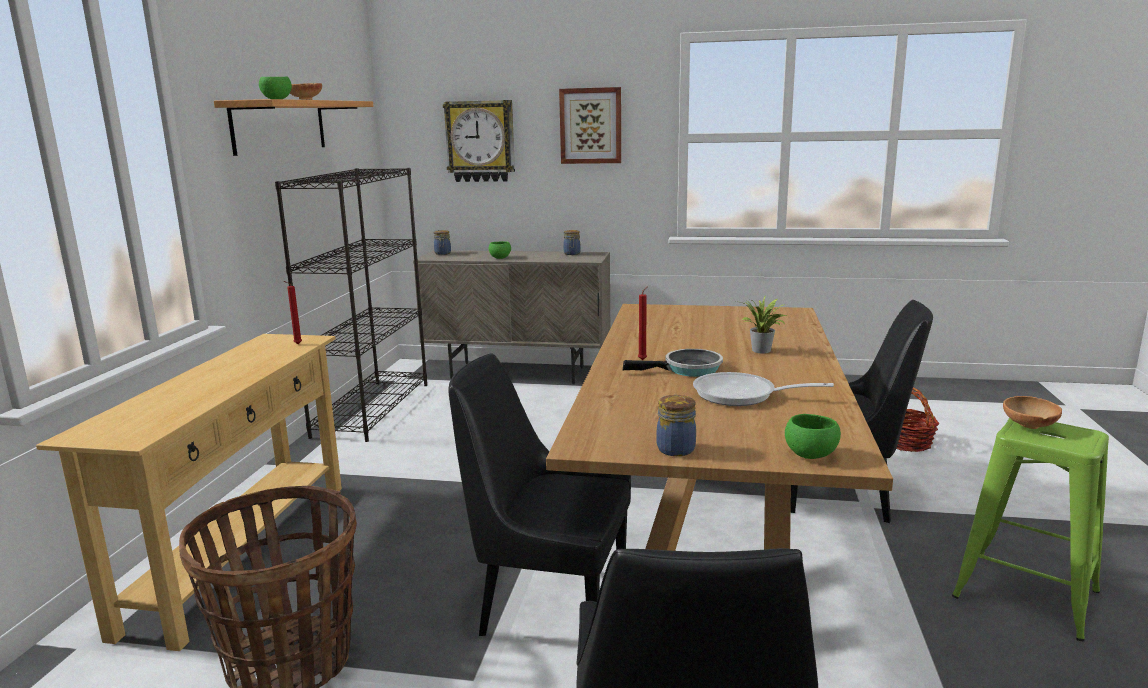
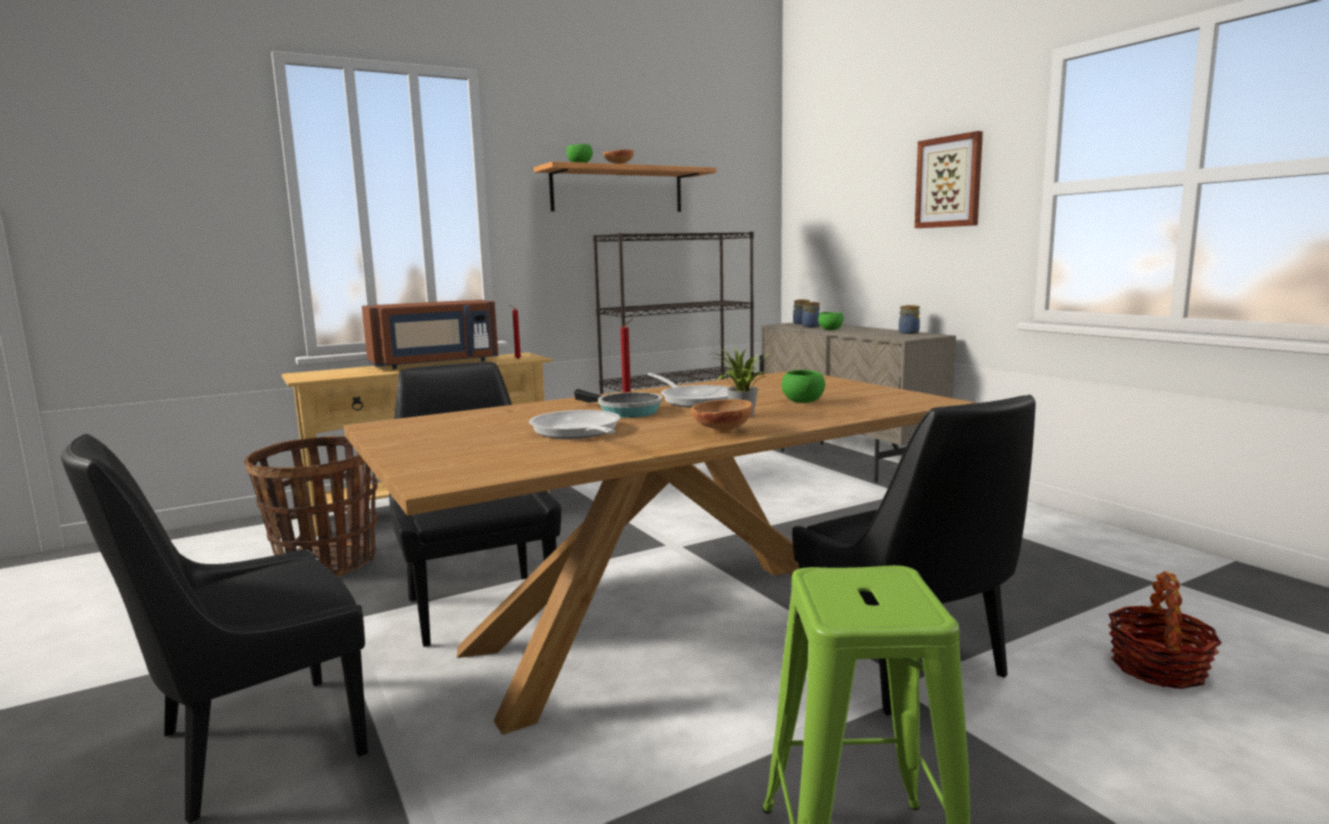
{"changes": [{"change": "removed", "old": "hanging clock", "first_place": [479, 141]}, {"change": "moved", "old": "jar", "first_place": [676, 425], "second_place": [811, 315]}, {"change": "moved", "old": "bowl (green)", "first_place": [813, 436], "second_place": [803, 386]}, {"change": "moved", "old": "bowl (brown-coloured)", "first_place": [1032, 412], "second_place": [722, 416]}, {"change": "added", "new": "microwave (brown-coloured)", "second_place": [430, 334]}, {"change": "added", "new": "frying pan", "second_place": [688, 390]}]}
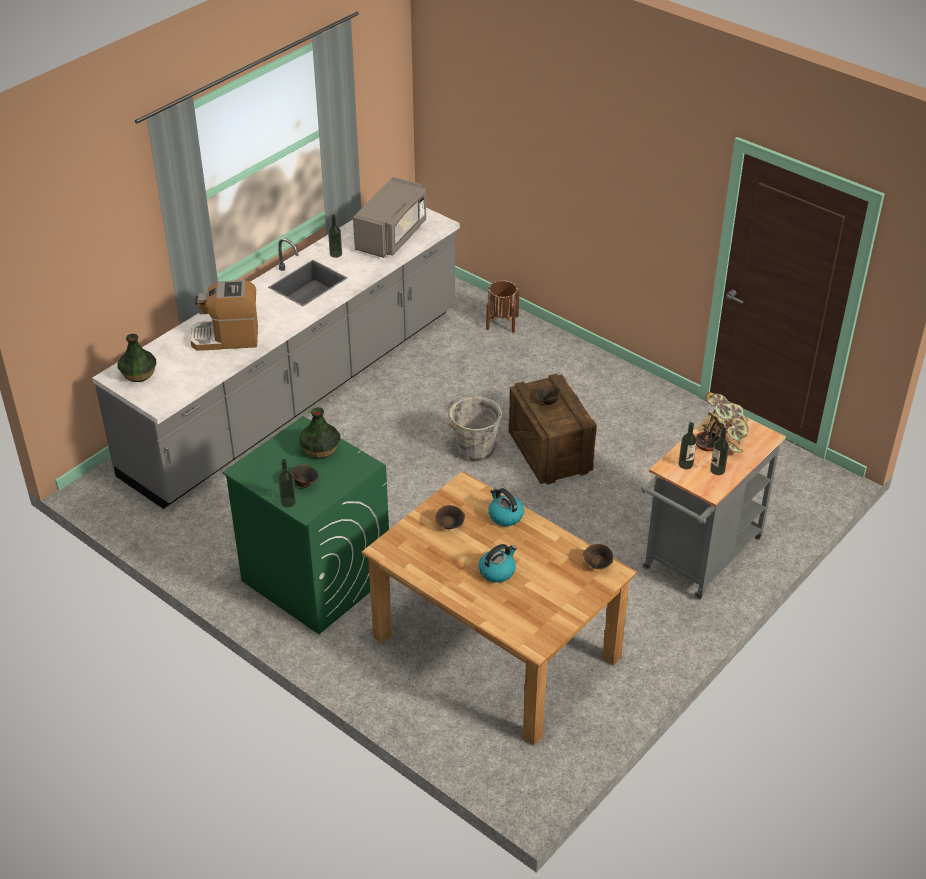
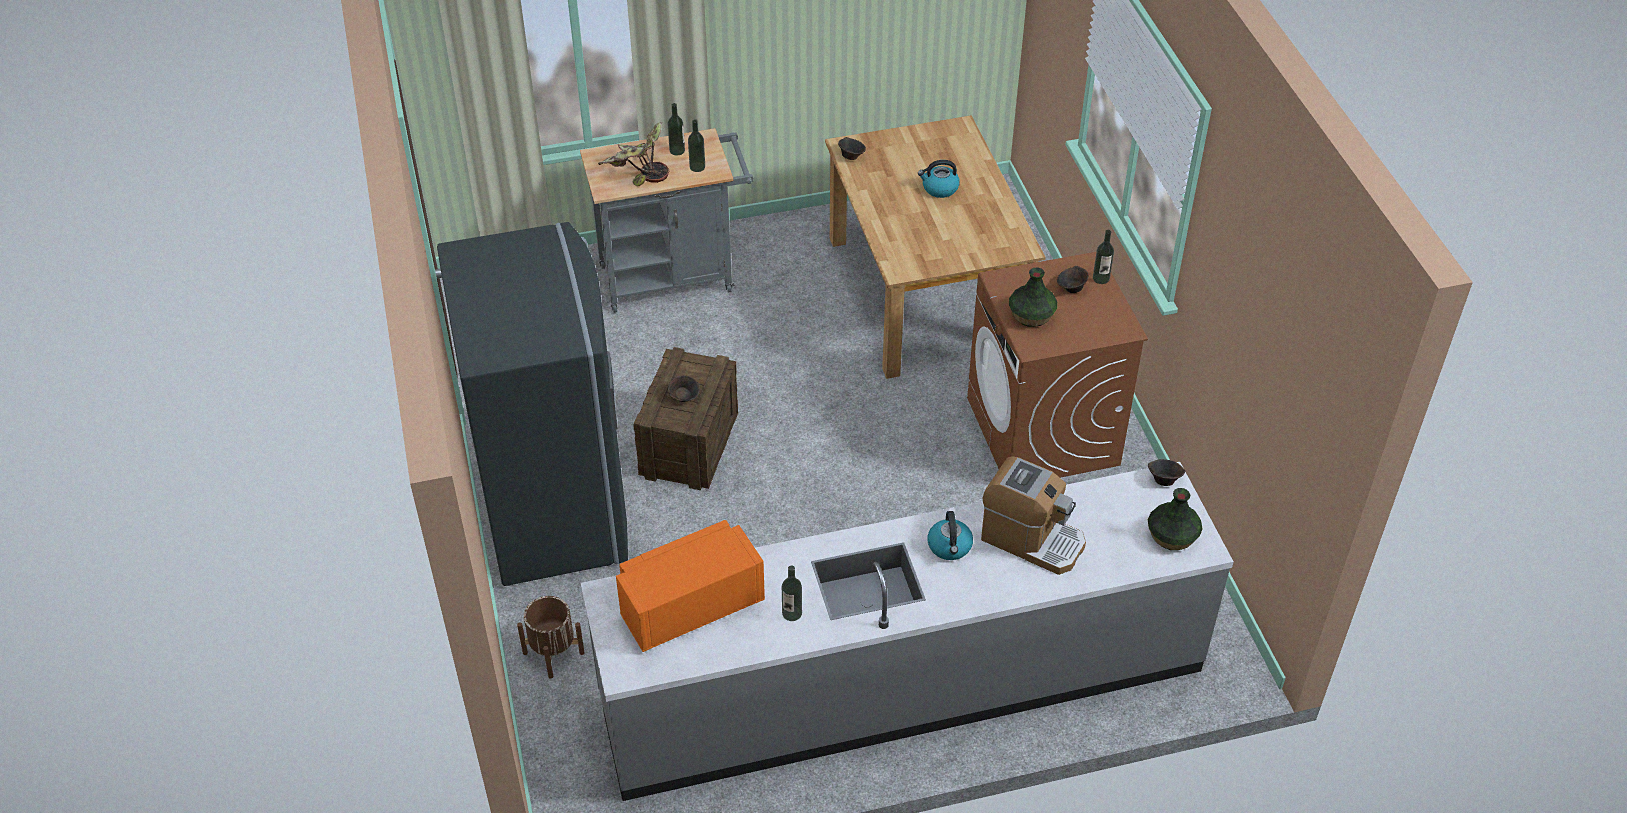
{"changes": [{"change": "recoloured", "old": "laundry machine (green)", "new": "laundry machine (brown-coloured)", "first_place": [306, 525], "second_place": [1057, 365]}, {"change": "recoloured", "old": "microwave (gray)", "new": "microwave (orangey)", "first_place": [389, 217], "second_place": [690, 586]}, {"change": "moved", "old": "bowl (brown-coloured)", "first_place": [450, 517], "second_place": [1167, 472]}, {"change": "removed", "old": "pail (gray)", "first_place": [475, 429]}, {"change": "moved", "old": "water kettle", "first_place": [506, 507], "second_place": [950, 535]}, {"change": "added", "new": "fridge (gray)", "second_place": [532, 404]}]}
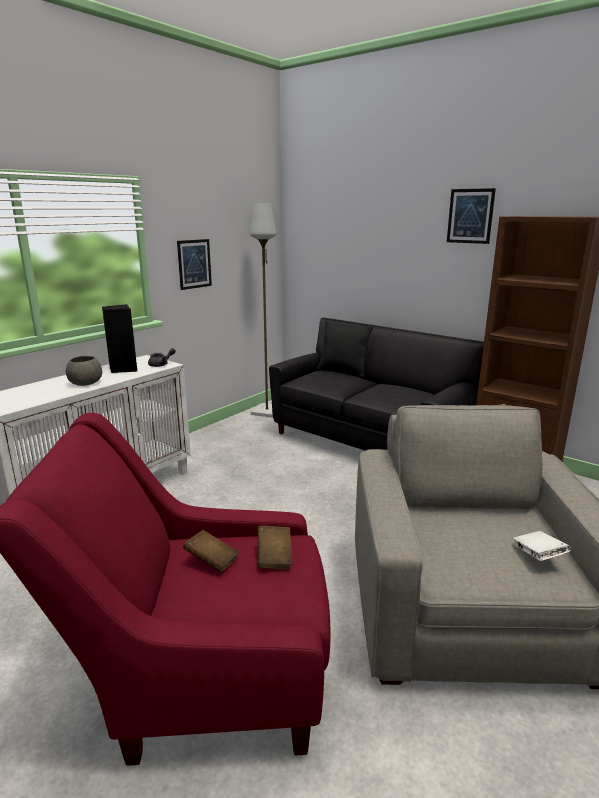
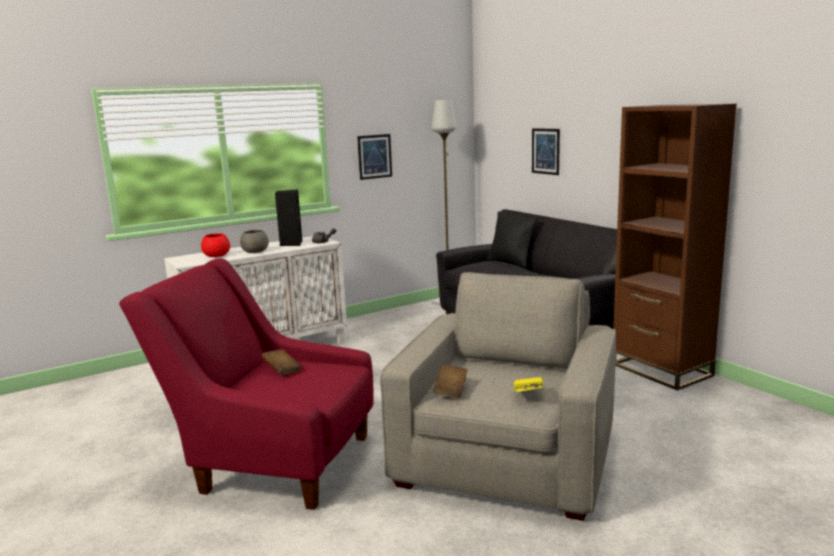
{"changes": [{"change": "moved", "old": "bound book (brown-coloured)", "first_place": [275, 547], "second_place": [450, 381]}, {"change": "moved", "old": "wall art", "first_place": [471, 216], "second_place": [546, 151]}, {"change": "recoloured", "old": "bound book (whitish)", "new": "bound book (yellow)", "first_place": [541, 546], "second_place": [528, 384]}, {"change": "added", "new": "bowl (red-coloured)", "second_place": [215, 245]}]}
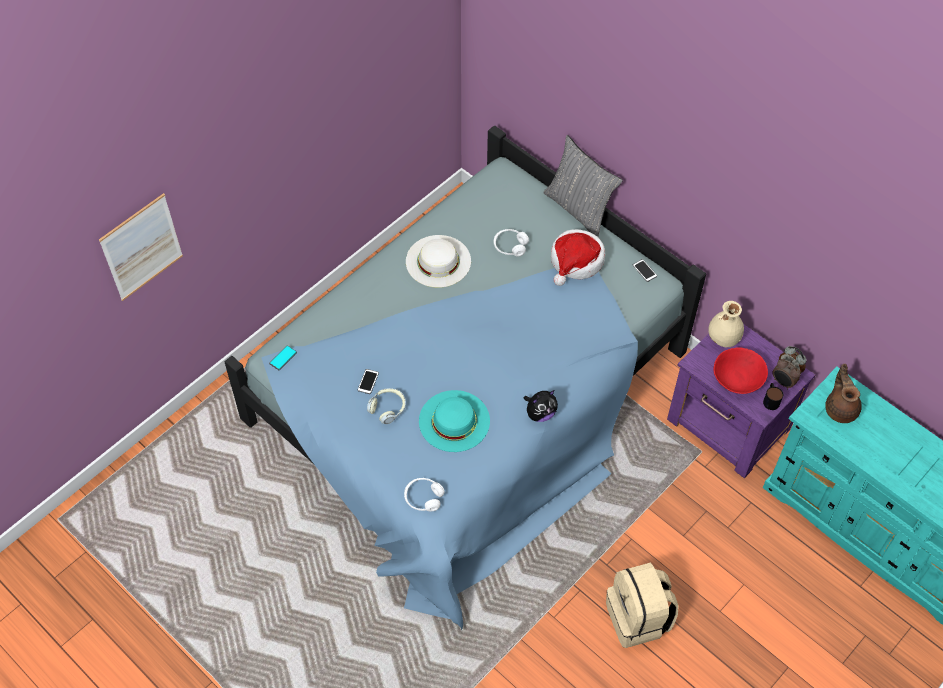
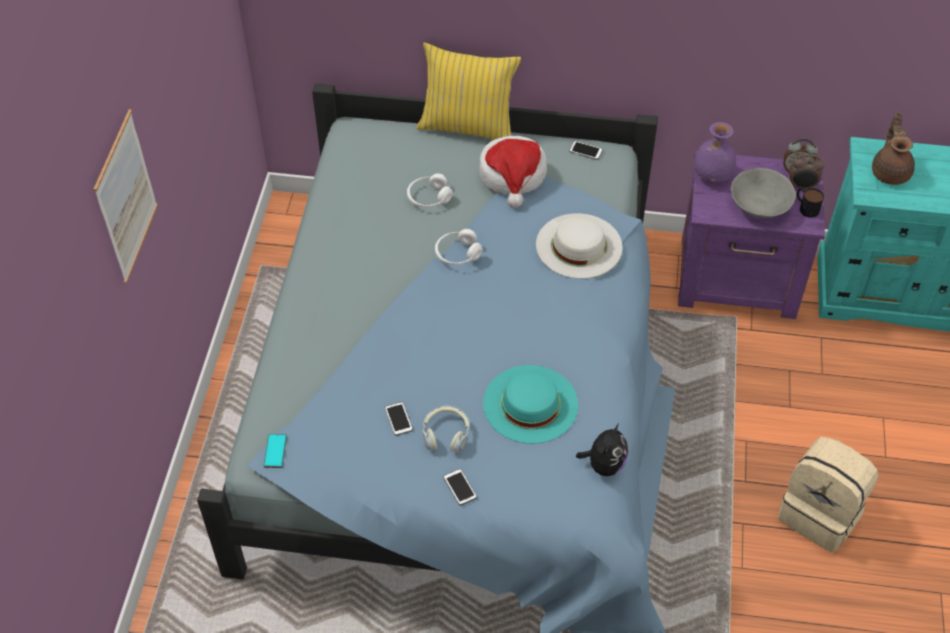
{"changes": [{"change": "moved", "old": "wall art", "first_place": [141, 247], "second_place": [126, 196]}, {"change": "moved", "old": "headset (whitish)", "first_place": [424, 495], "second_place": [459, 247]}, {"change": "moved", "old": "hat (whitish)", "first_place": [438, 261], "second_place": [579, 246]}, {"change": "moved", "old": "cuddly toy", "first_place": [540, 406], "second_place": [602, 449]}, {"change": "recoloured", "old": "pillow (gray)", "new": "pillow (yellow)", "first_place": [583, 186], "second_place": [469, 91]}, {"change": "recoloured", "old": "decorative vase (sand-coloured)", "new": "decorative vase (purple-coloured)", "first_place": [726, 324], "second_place": [715, 152]}, {"change": "recoloured", "old": "bowl (red-coloured)", "new": "bowl (gray)", "first_place": [740, 370], "second_place": [763, 193]}, {"change": "turned", "old": "teapot (brown-coloured)", "first_place": [843, 393], "second_place": [893, 148], "degrees": 45}, {"change": "added", "new": "telephone", "second_place": [460, 487]}]}
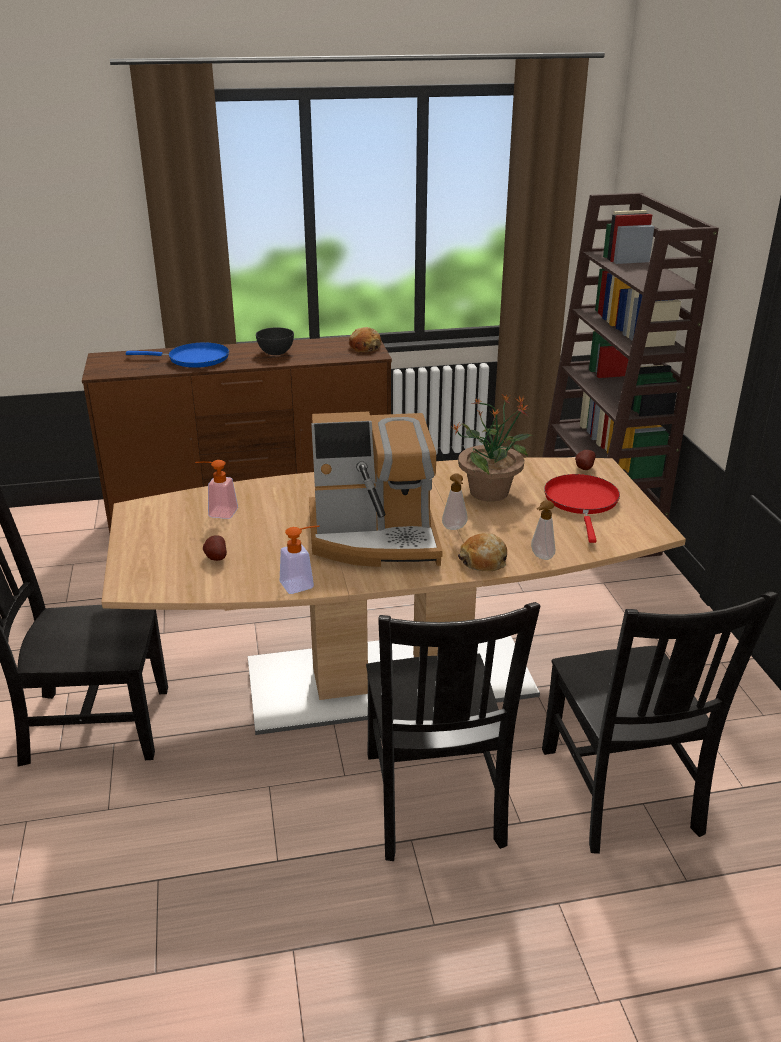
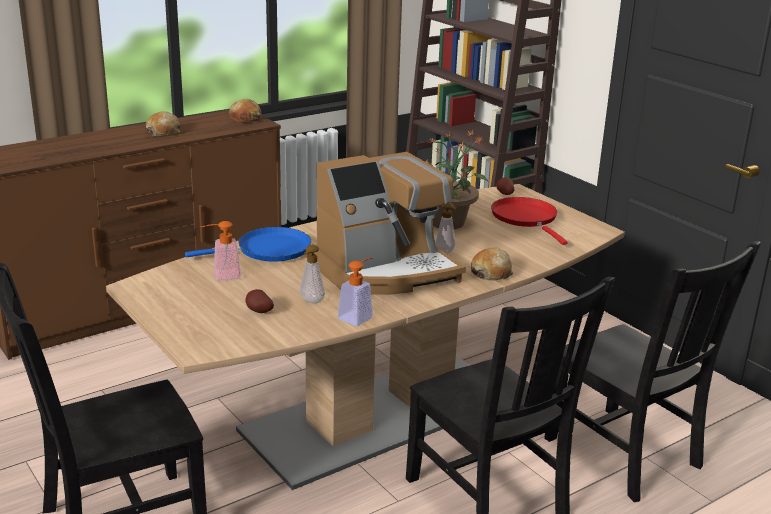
{"changes": [{"change": "moved", "old": "frying pan (blue-coloured)", "first_place": [177, 355], "second_place": [248, 244]}, {"change": "replaced", "old": "bowl (gray)", "new": "baked bread", "first_place": [275, 341], "second_place": [162, 123]}, {"change": "moved", "old": "soap bottle", "first_place": [543, 530], "second_place": [312, 274]}]}
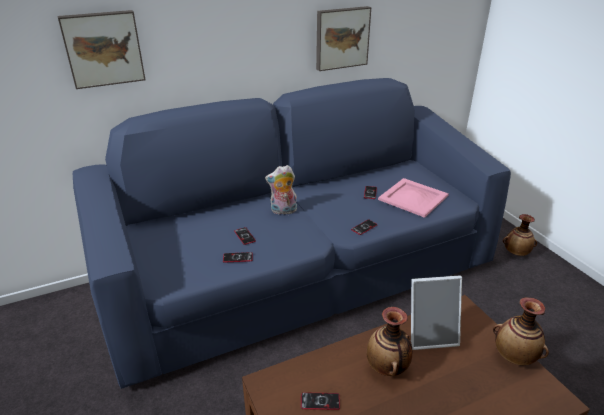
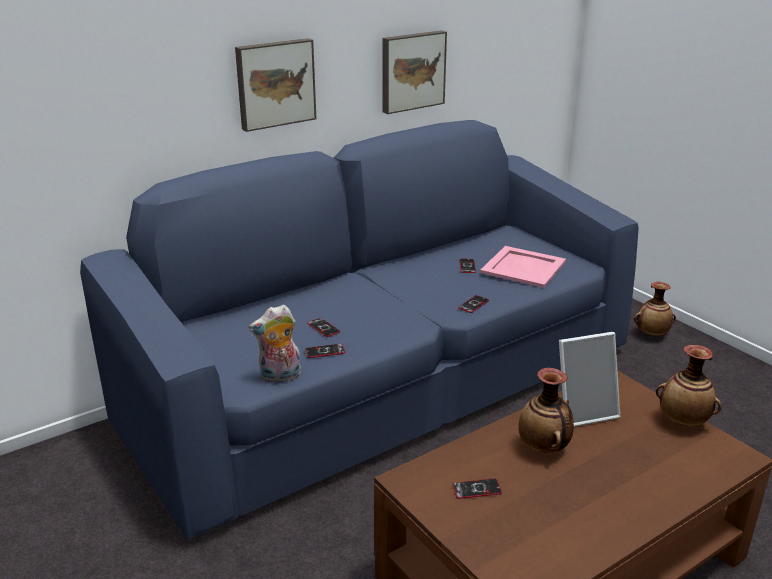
{"changes": [{"change": "moved", "old": "wall art", "first_place": [101, 49], "second_place": [275, 85]}, {"change": "moved", "old": "cuddly toy", "first_place": [281, 190], "second_place": [275, 344]}]}
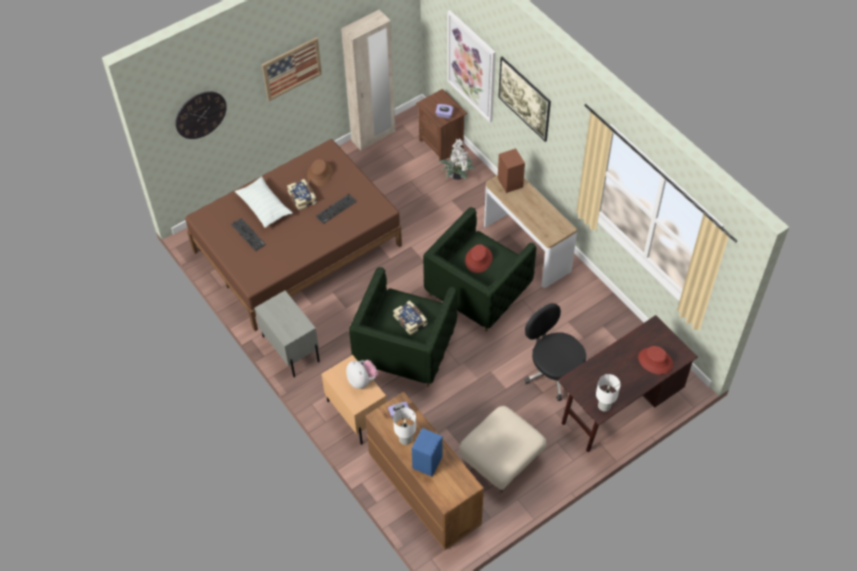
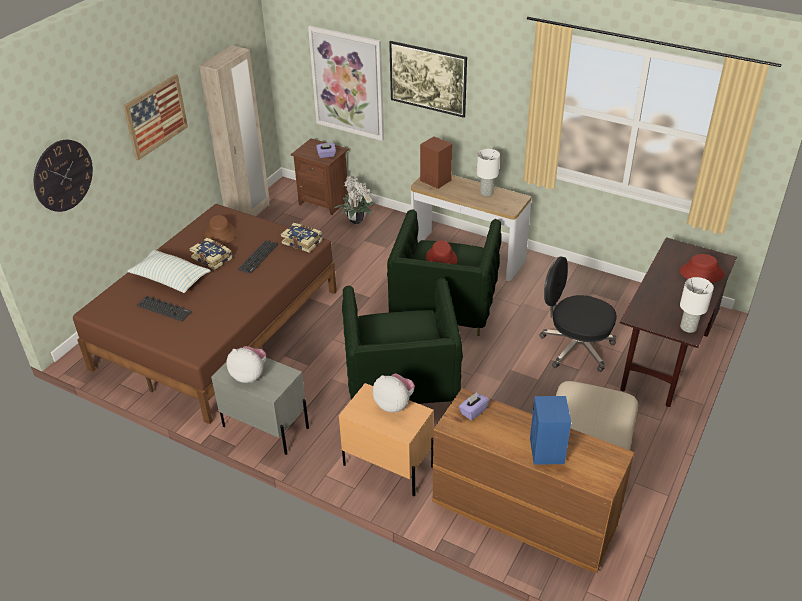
{"changes": [{"change": "moved", "old": "bound book", "first_place": [410, 318], "second_place": [301, 238]}, {"change": "moved", "old": "tabletop lamp (whitish)", "first_place": [404, 426], "second_place": [488, 172]}, {"change": "added", "new": "cuddly toy", "second_place": [246, 364]}]}
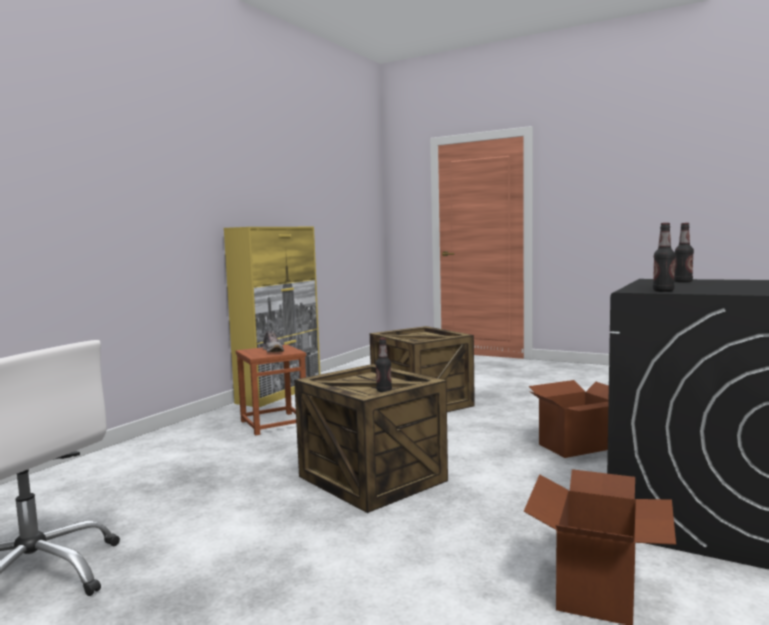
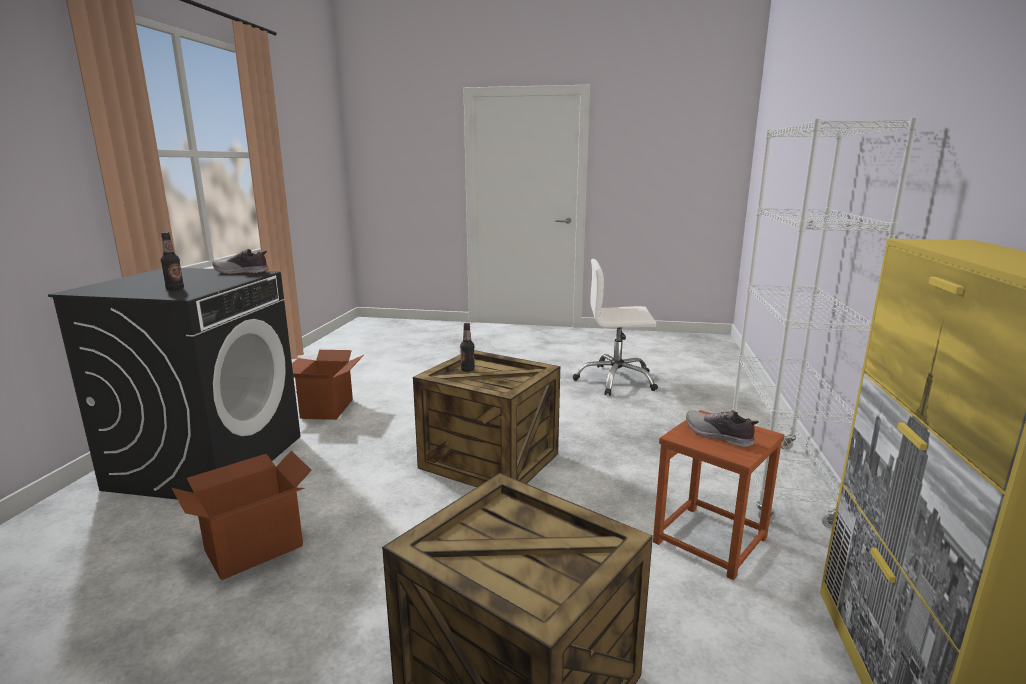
{"changes": [{"change": "replaced", "old": "bottle", "new": "shoe", "first_place": [664, 257], "second_place": [240, 261]}, {"change": "added", "new": "bookcase (whitish)", "second_place": [826, 322]}]}
